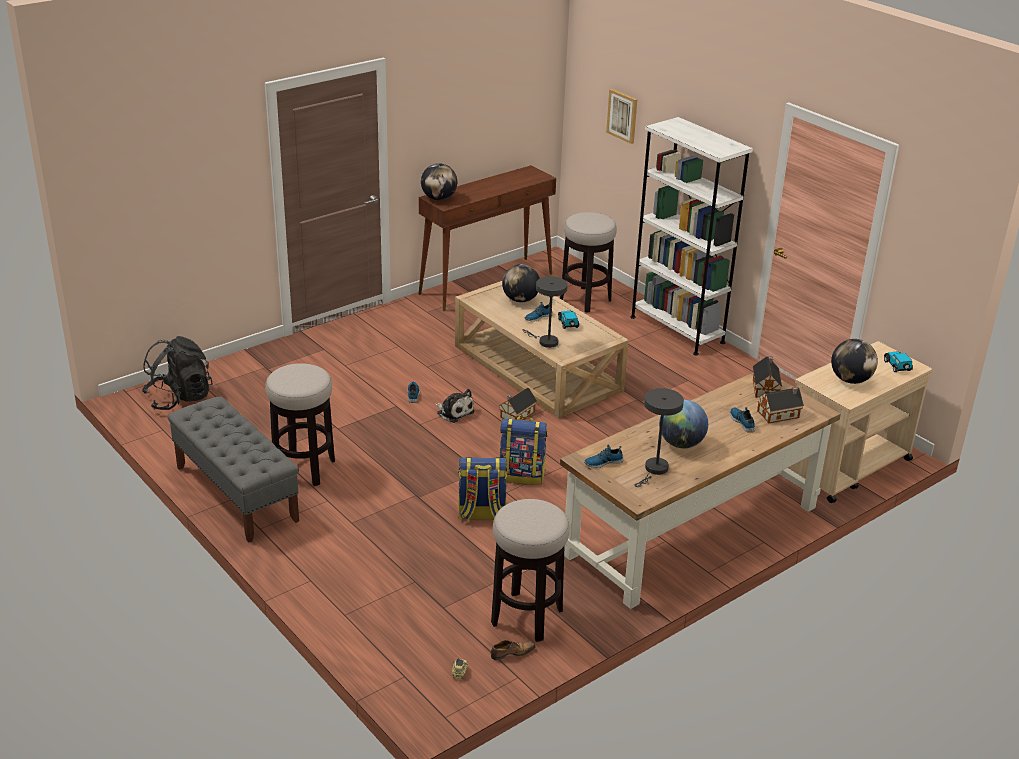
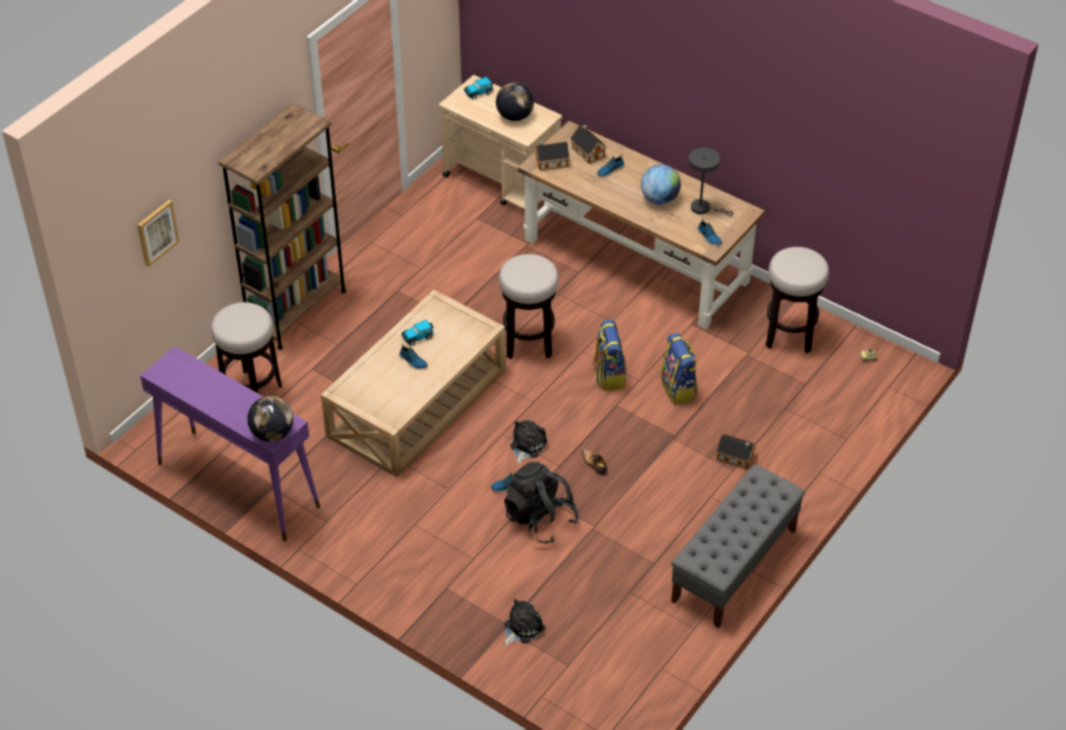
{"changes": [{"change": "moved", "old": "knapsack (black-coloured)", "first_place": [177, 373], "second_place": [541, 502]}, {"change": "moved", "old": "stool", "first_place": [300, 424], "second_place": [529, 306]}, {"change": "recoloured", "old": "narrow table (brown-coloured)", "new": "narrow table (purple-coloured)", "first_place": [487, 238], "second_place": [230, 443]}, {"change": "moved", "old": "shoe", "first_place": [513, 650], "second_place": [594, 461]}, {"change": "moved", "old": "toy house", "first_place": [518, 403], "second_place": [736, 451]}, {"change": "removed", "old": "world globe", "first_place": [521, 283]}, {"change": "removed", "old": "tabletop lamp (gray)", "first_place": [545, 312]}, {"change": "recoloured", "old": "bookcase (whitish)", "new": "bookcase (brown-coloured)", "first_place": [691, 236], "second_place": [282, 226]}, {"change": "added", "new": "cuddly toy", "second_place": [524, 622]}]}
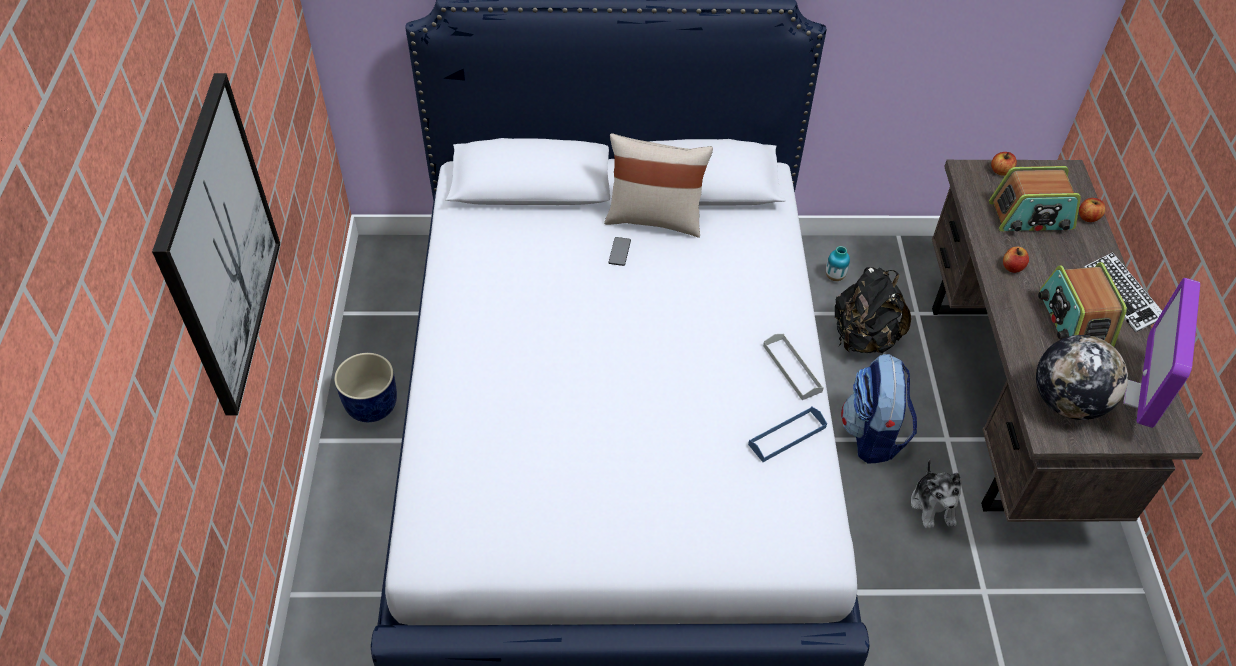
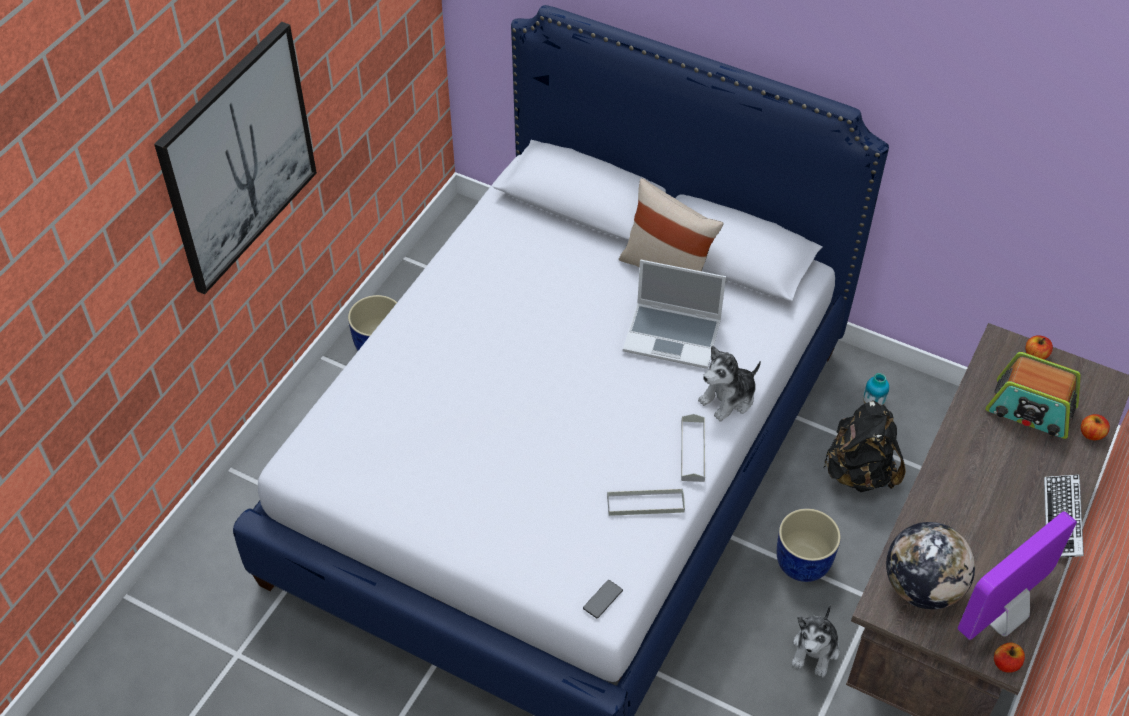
{"changes": [{"change": "moved", "old": "telephone", "first_place": [619, 251], "second_place": [603, 599]}, {"change": "recoloured", "old": "serving tray (blue-coloured)", "new": "serving tray (gray)", "first_place": [787, 434], "second_place": [646, 502]}, {"change": "replaced", "old": "knapsack", "new": "plant pot (blue-coloured)", "first_place": [879, 409], "second_place": [809, 545]}, {"change": "moved", "old": "whole apple", "first_place": [1016, 260], "second_place": [1009, 657]}, {"change": "removed", "old": "radio set", "first_place": [1082, 304]}, {"change": "added", "new": "portable computer", "second_place": [674, 314]}, {"change": "added", "new": "cuddly toy", "second_place": [729, 383]}]}
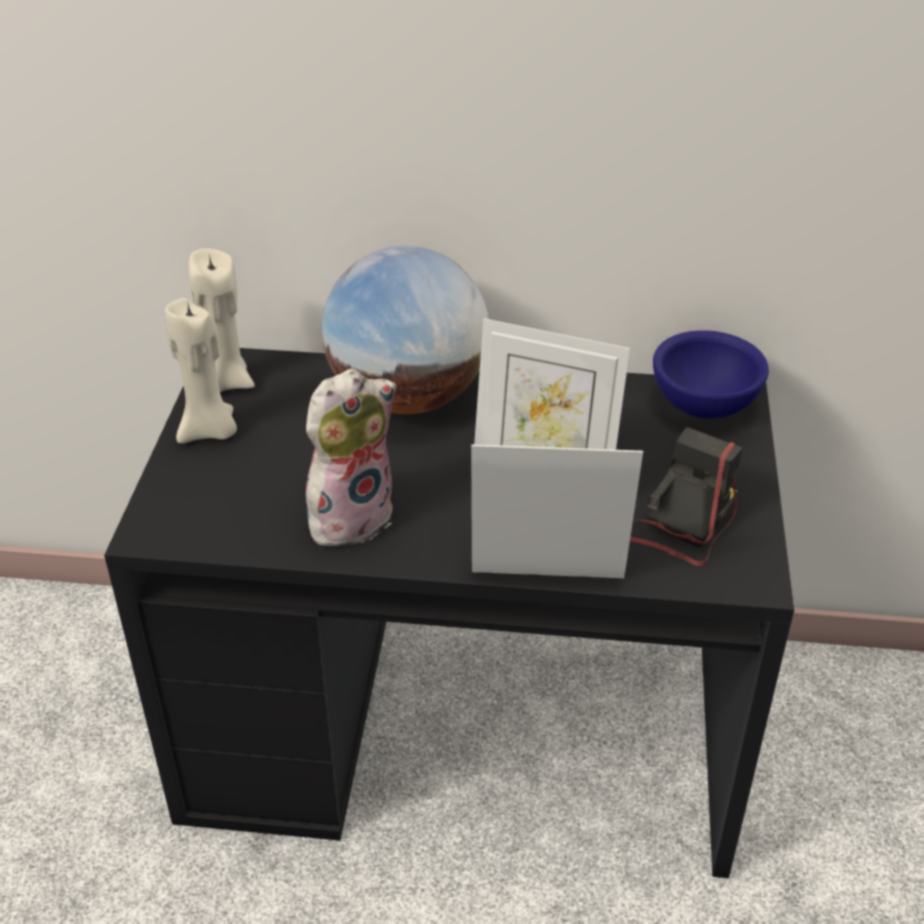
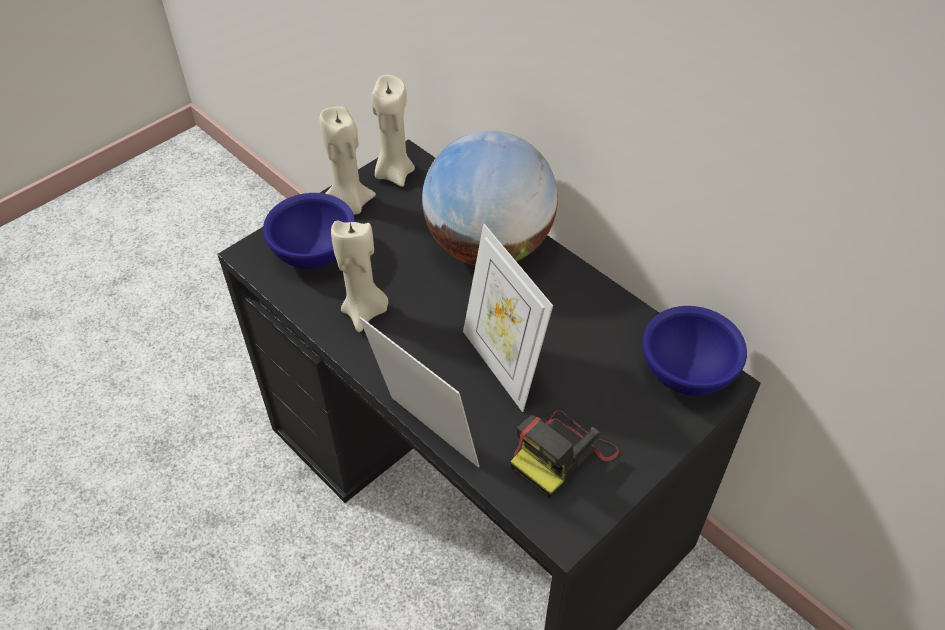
{"changes": [{"change": "replaced", "old": "cuddly toy", "new": "wax candle (sand-coloured)", "first_place": [351, 458], "second_place": [359, 276]}, {"change": "turned", "old": "photo camera", "first_place": [686, 496], "second_place": [565, 454], "degrees": 150}, {"change": "added", "new": "bowl (blue-coloured)", "second_place": [309, 231]}]}
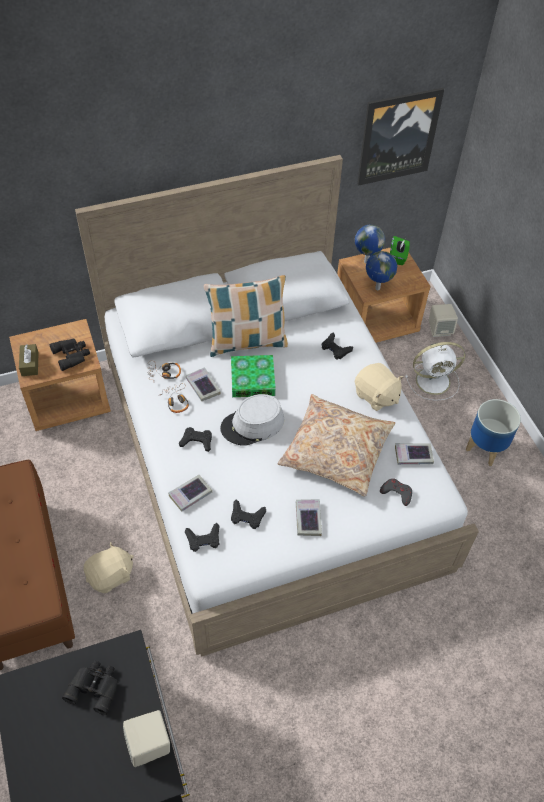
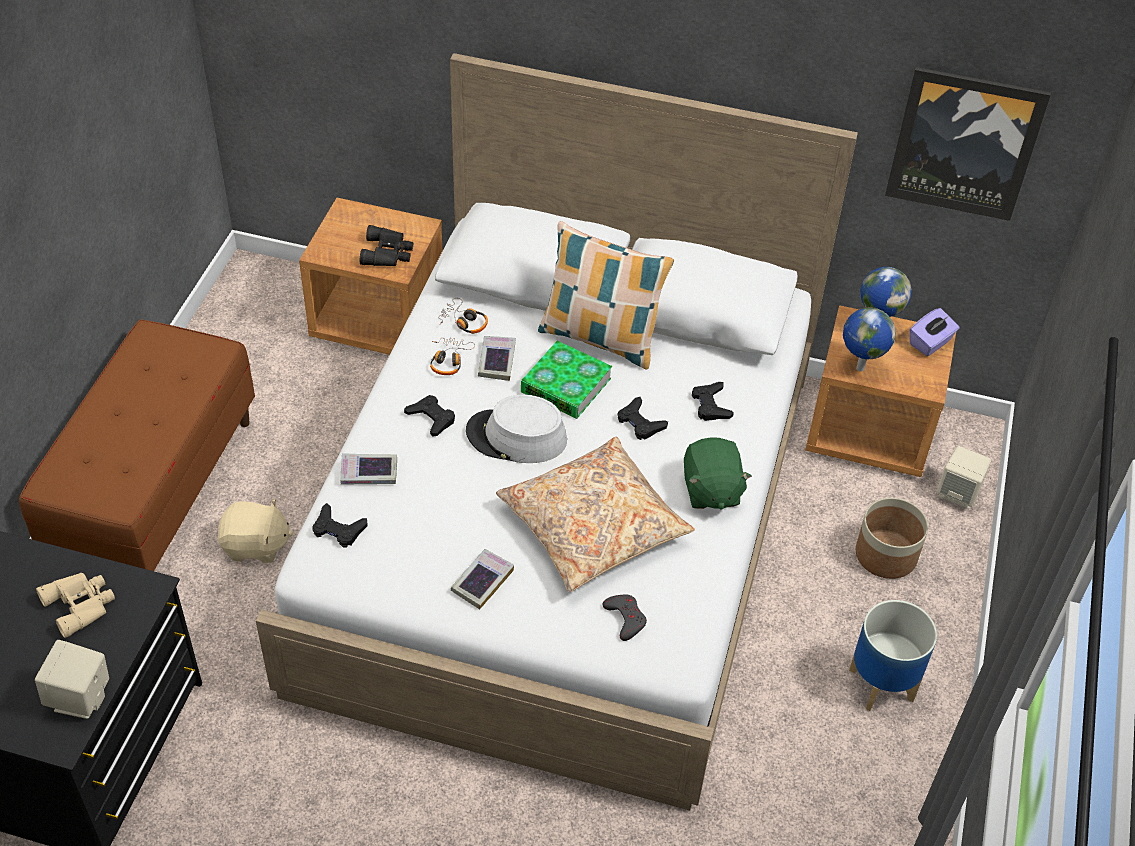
{"changes": [{"change": "removed", "old": "tissue holder (brown-coloured)", "first_place": [29, 360]}, {"change": "recoloured", "old": "pair of binoculars (black-coloured)", "new": "pair of binoculars (sand-coloured)", "first_place": [90, 687], "second_place": [75, 605]}, {"change": "moved", "old": "game controller (black-coloured)", "first_place": [248, 514], "second_place": [643, 418]}, {"change": "recoloured", "old": "cuddly toy (sand-coloured)", "new": "cuddly toy (green)", "first_place": [379, 387], "second_place": [718, 473]}, {"change": "recoloured", "old": "tissue holder (green)", "new": "tissue holder (purple-coloured)", "first_place": [400, 250], "second_place": [934, 332]}, {"change": "removed", "old": "bound book", "first_place": [414, 454]}, {"change": "replaced", "old": "cooling fan (whitish)", "new": "plant pot", "first_place": [435, 371], "second_place": [892, 538]}]}
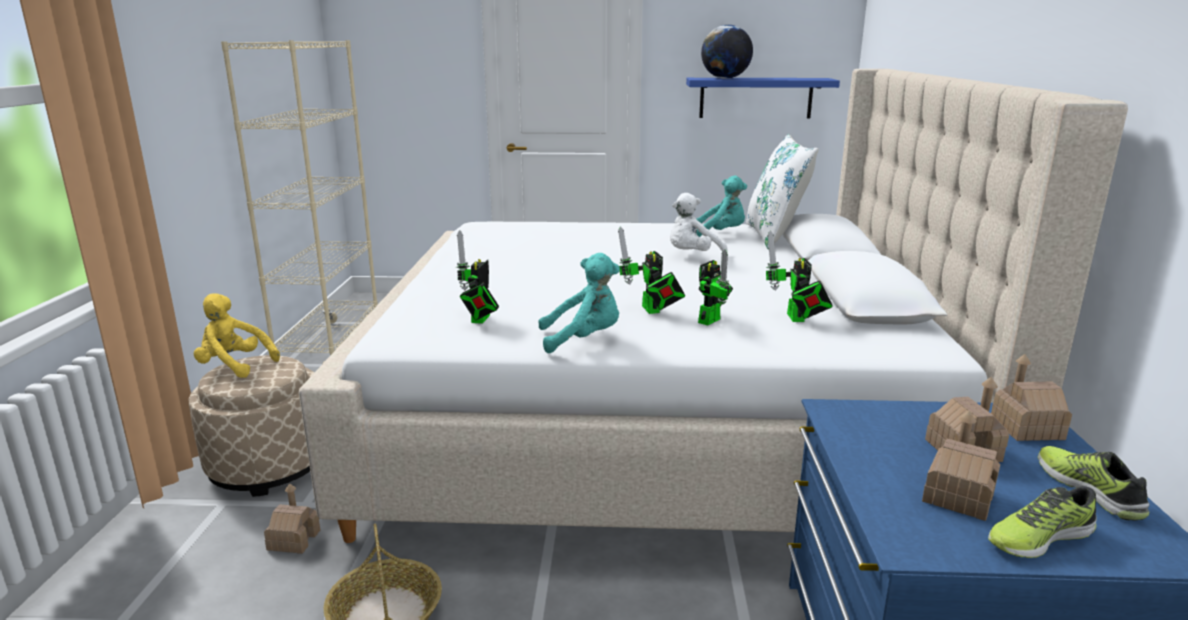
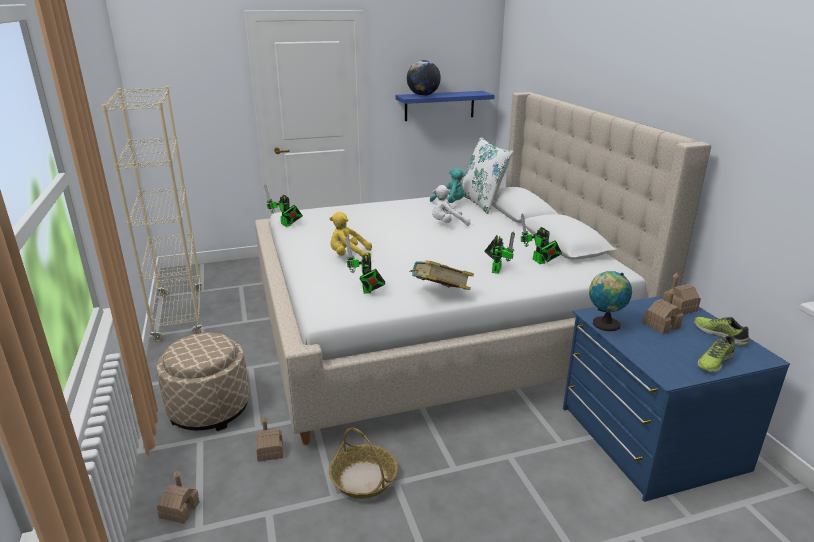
{"changes": [{"change": "moved", "old": "cuddly toy (yellow)", "first_place": [236, 335], "second_place": [350, 234]}, {"change": "replaced", "old": "cuddly toy (turquoise)", "new": "bound book", "first_place": [579, 303], "second_place": [441, 275]}, {"change": "moved", "old": "toy robot", "first_place": [651, 270], "second_place": [283, 205]}, {"change": "turned", "old": "cuddly toy (whitish)", "first_place": [698, 222], "second_place": [451, 205], "degrees": 45}, {"change": "moved", "old": "toy house", "first_place": [961, 465], "second_place": [178, 497]}, {"change": "added", "new": "world globe", "second_place": [610, 301]}]}
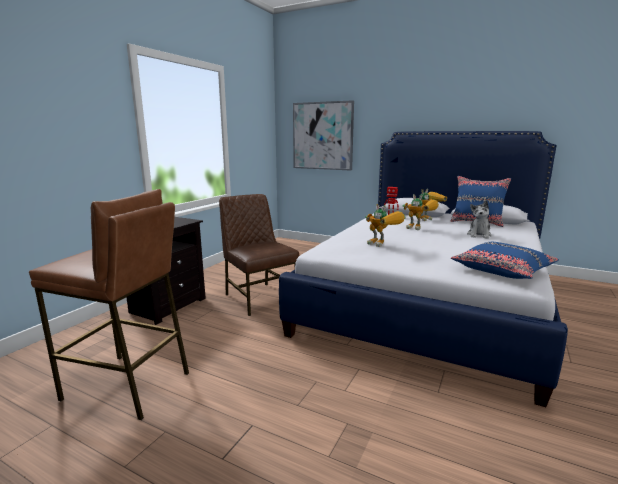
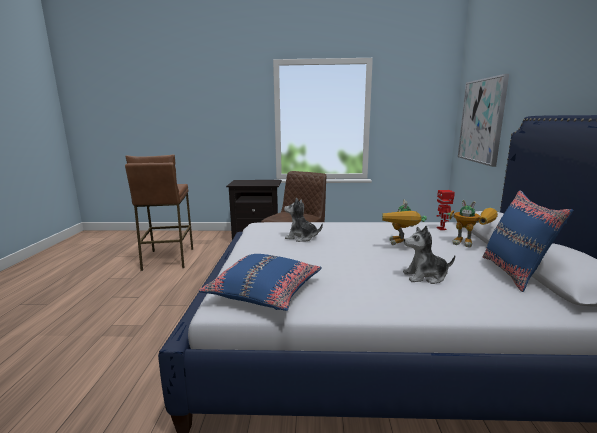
{"changes": [{"change": "replaced", "old": "toy robot", "new": "cuddly toy", "first_place": [385, 225], "second_place": [303, 219]}]}
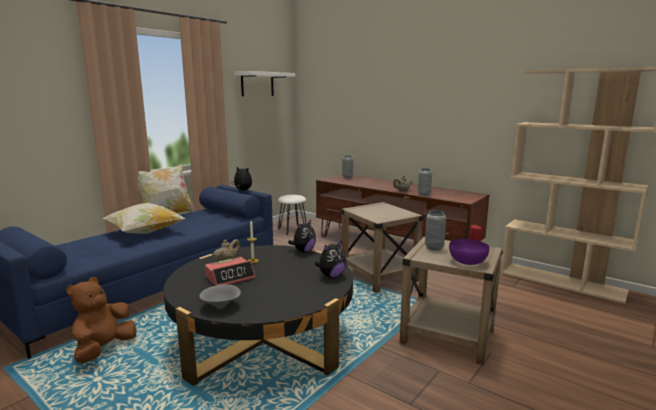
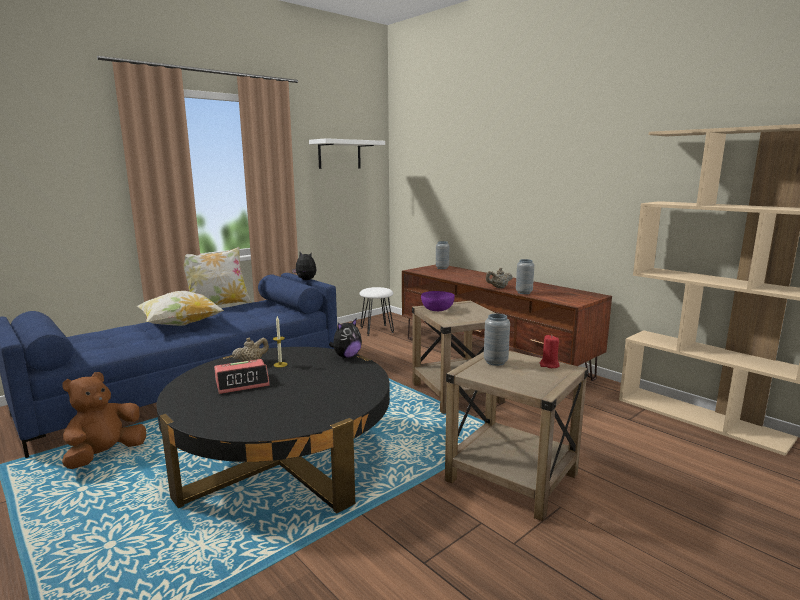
{"changes": [{"change": "removed", "old": "bowl (gray)", "first_place": [220, 296]}, {"change": "removed", "old": "cuddly toy", "first_place": [330, 259]}, {"change": "moved", "old": "bowl (purple-coloured)", "first_place": [469, 252], "second_place": [438, 301]}]}
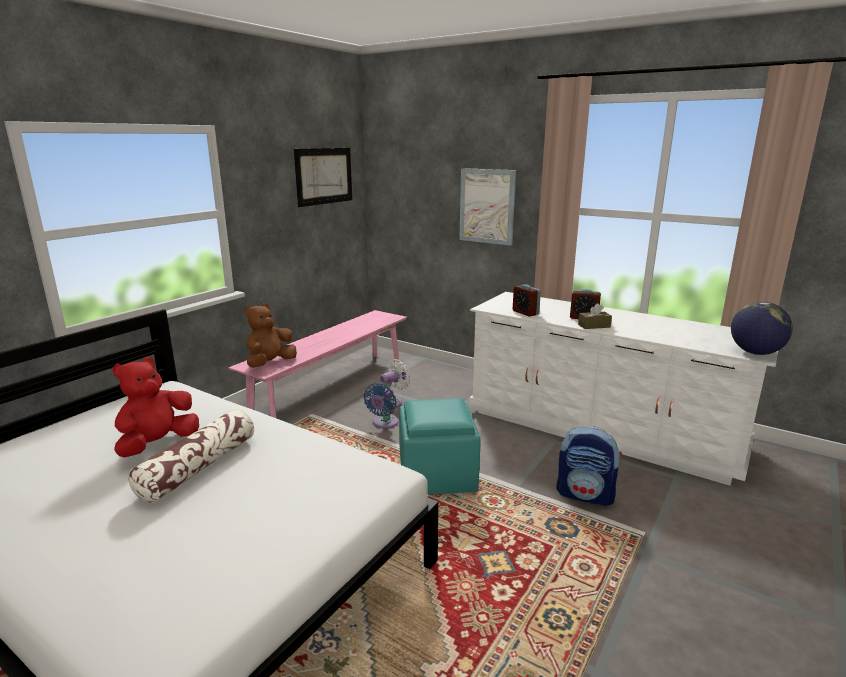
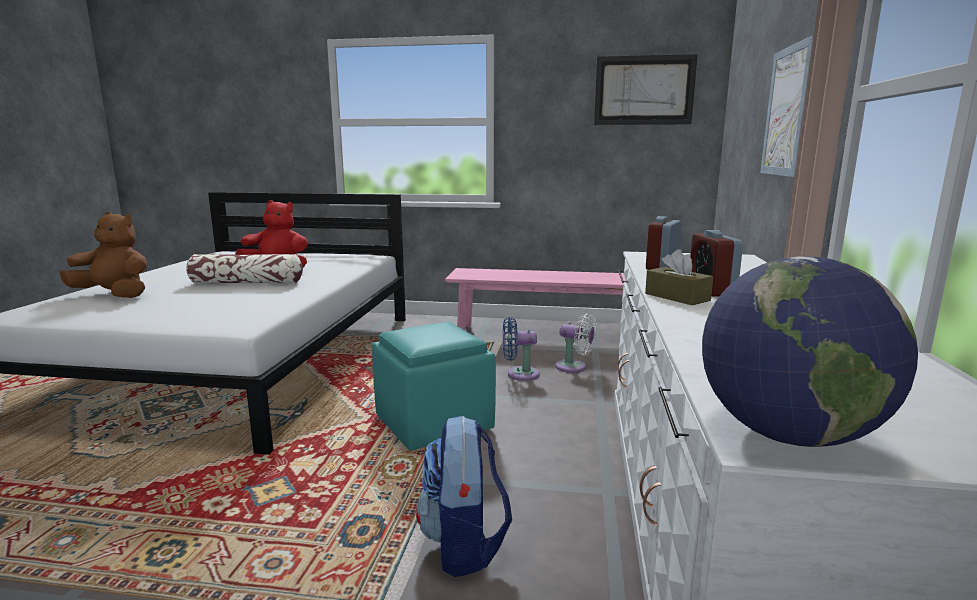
{"changes": [{"change": "moved", "old": "cuddly toy (brown-coloured)", "first_place": [270, 335], "second_place": [103, 255]}]}
